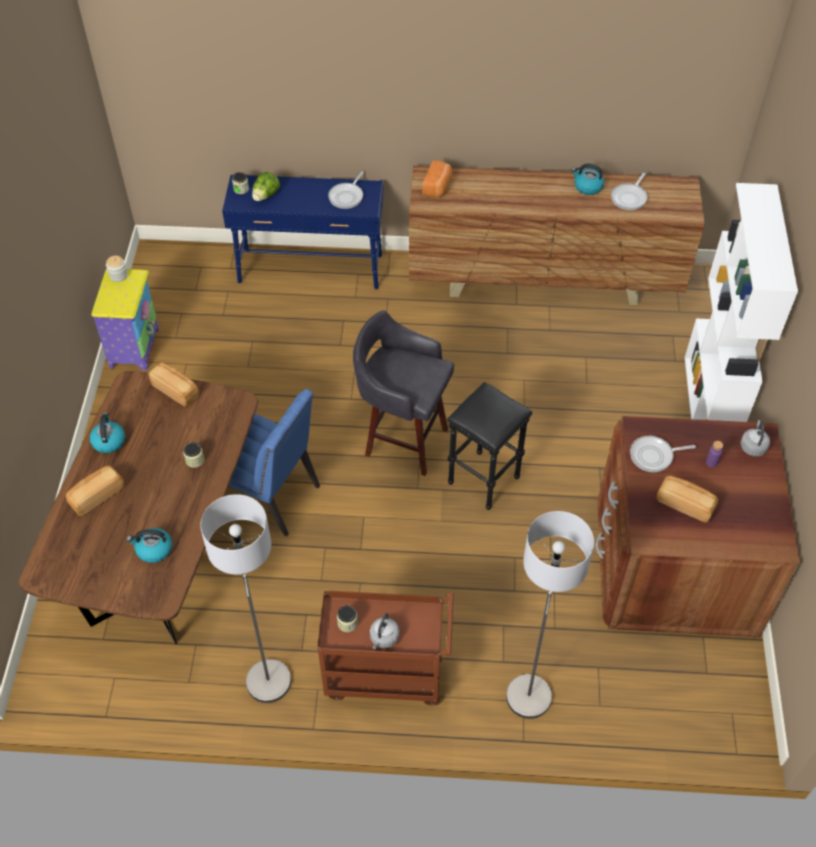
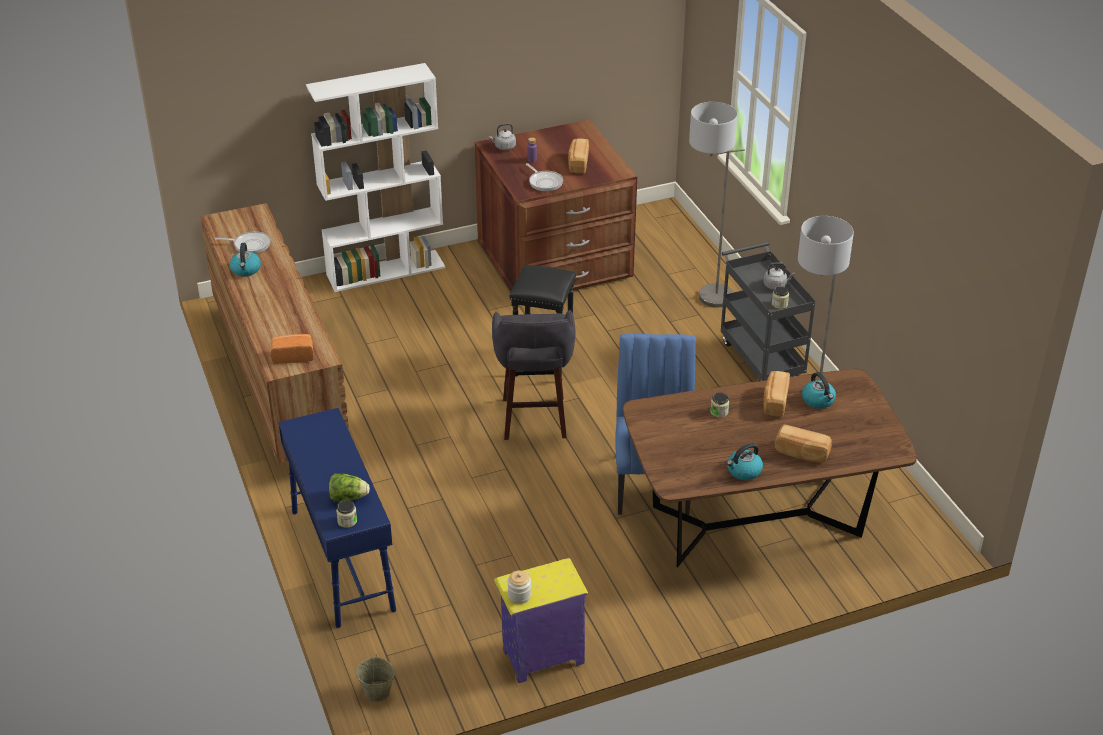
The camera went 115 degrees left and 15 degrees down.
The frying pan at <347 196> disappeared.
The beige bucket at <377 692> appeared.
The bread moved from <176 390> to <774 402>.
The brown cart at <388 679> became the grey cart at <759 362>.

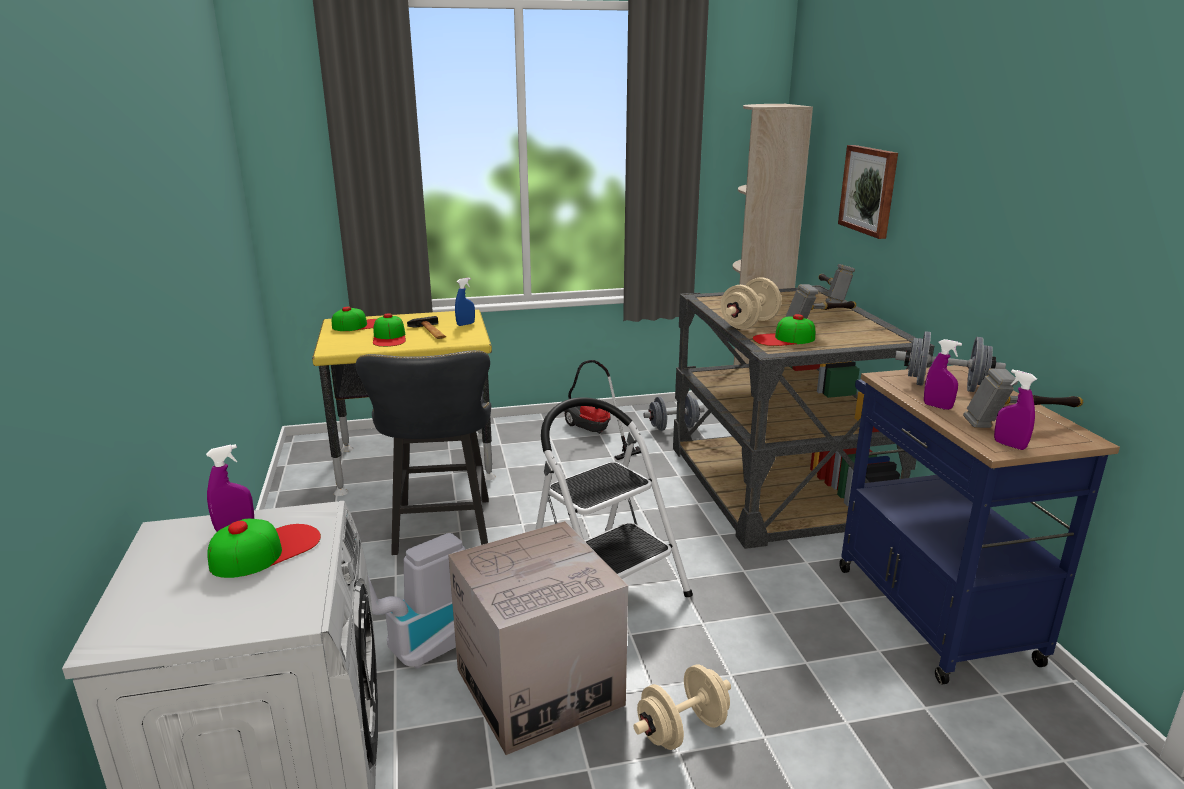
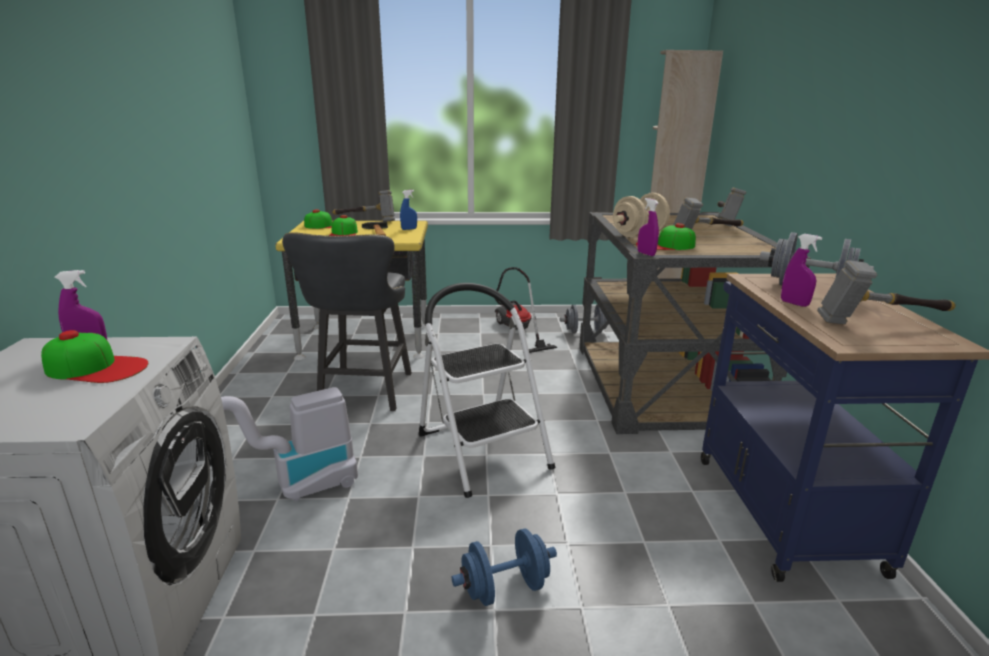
The camera went 10 degrees right and 0 degrees up.
The cardboard box at <539 687> disappeared.
The picture at <869 190> disappeared.
The hammer at <366 221> appeared.
The purple spray bottle moved from <1009 445> to <646 254>.
The beige dumbbell at <682 729> became the blue dumbbell at <505 588>.
The cap at <266 550> turned 45 degrees clockwise.

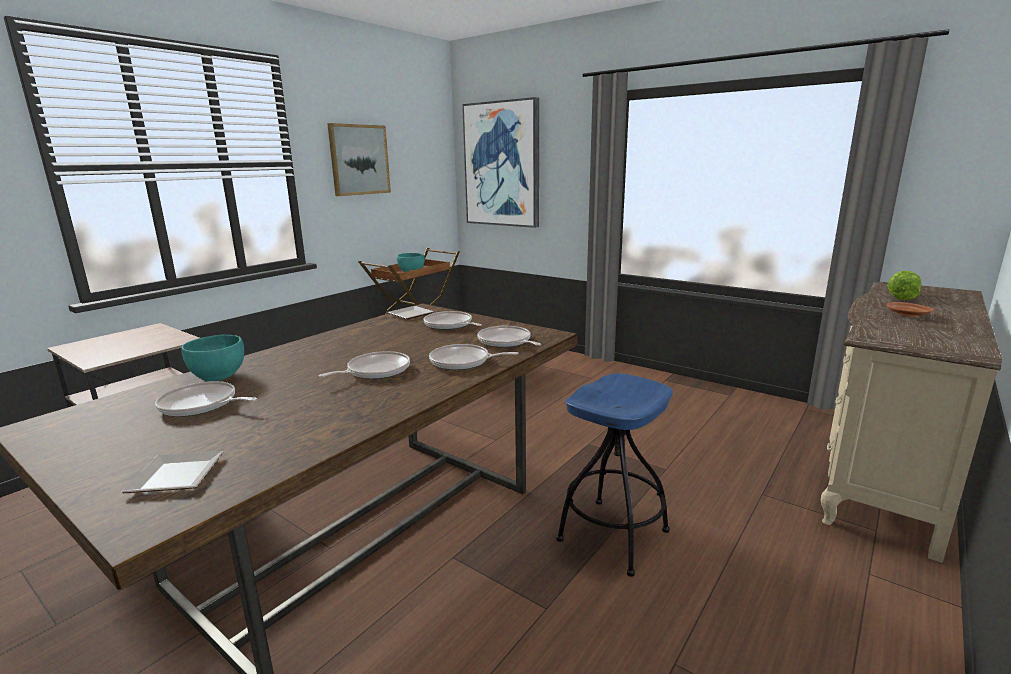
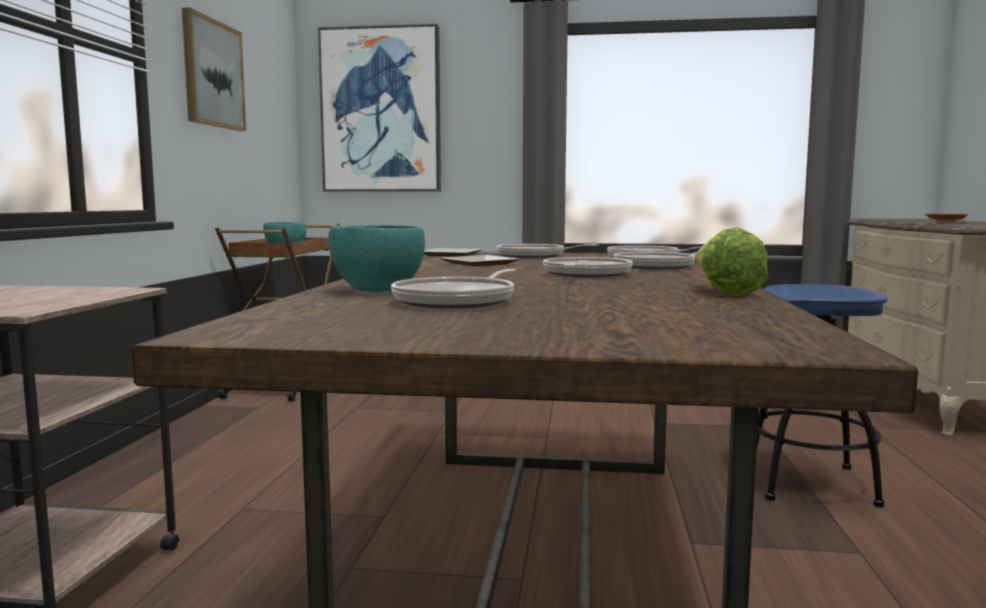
The camera went 30 degrees left and 10 degrees down.
The plate moved from <180 474> to <479 263>.
The lettuce moved from <899 297> to <723 292>.
The frying pan at <201 405> turned 45 degrees counterclockwise.

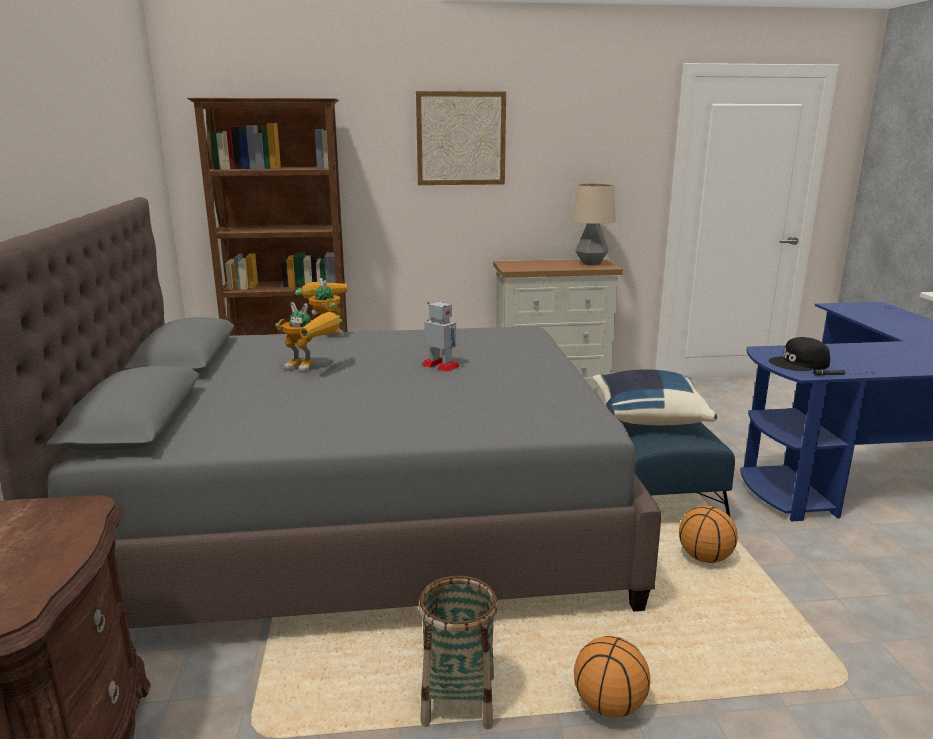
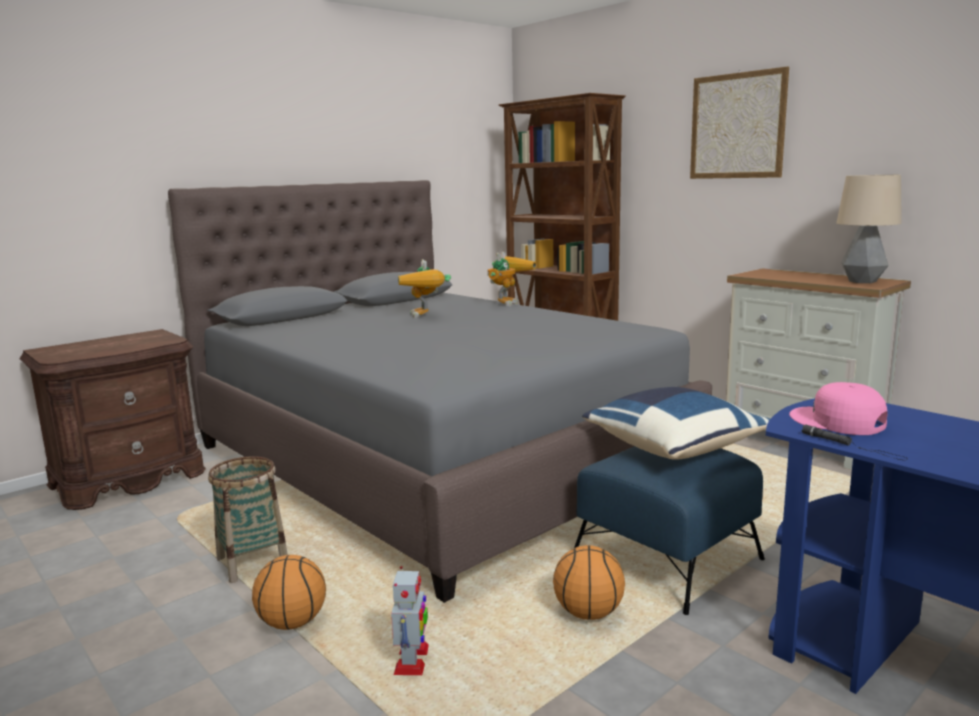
The camera went 55 degrees right and 5 degrees down.
The toy robot moved from <441 366> to <412 662>.
The black cap at <799 363> became the pink cap at <837 421>.

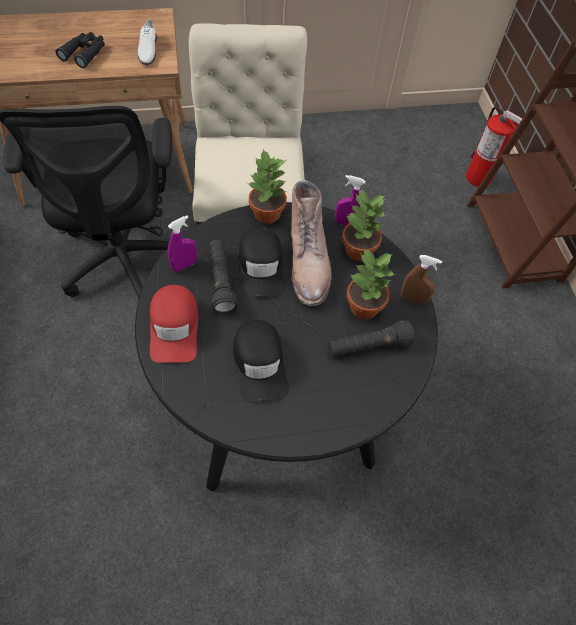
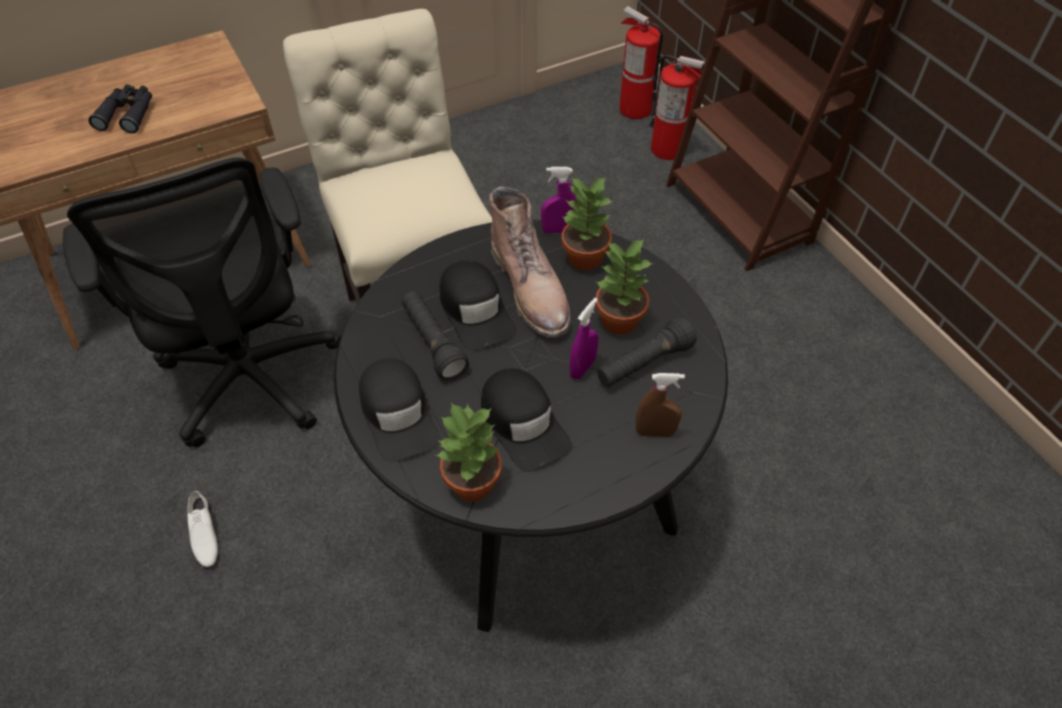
The camera went 15 degrees left and 5 degrees down.
The fire extinguisher at <634 109> appeared.
The white shoe moved from <148 50> to <204 534>.
The purple spray bottle moved from <184 265> to <582 368>.
The potted plant moved from <267 214> to <473 483>.
The brown spray bottle moved from <413 299> to <655 432>.
The red cap at <174 328> became the black cap at <398 414>.

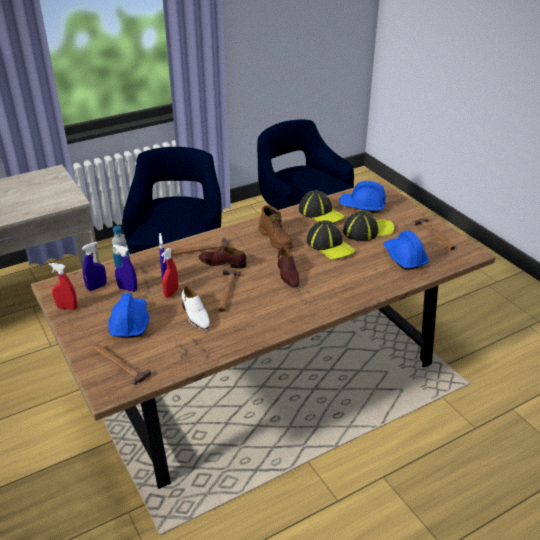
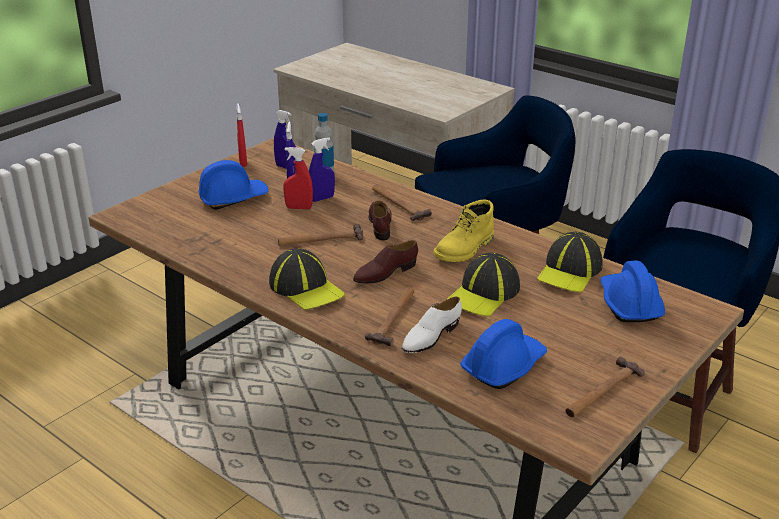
The camera went 70 degrees right and 5 degrees down.
The hammer moved from <119 364> to <394 318>.
The white shoe moved from <195 316> to <430 337>.
The cap moved from <367 230> to <306 288>.
The brown boot at <276 239> became the yellow boot at <465 249>.

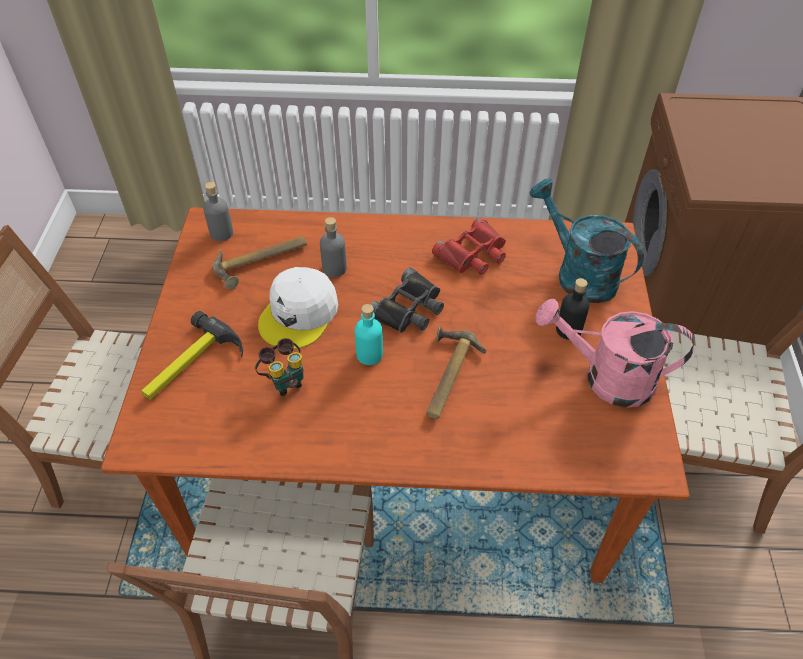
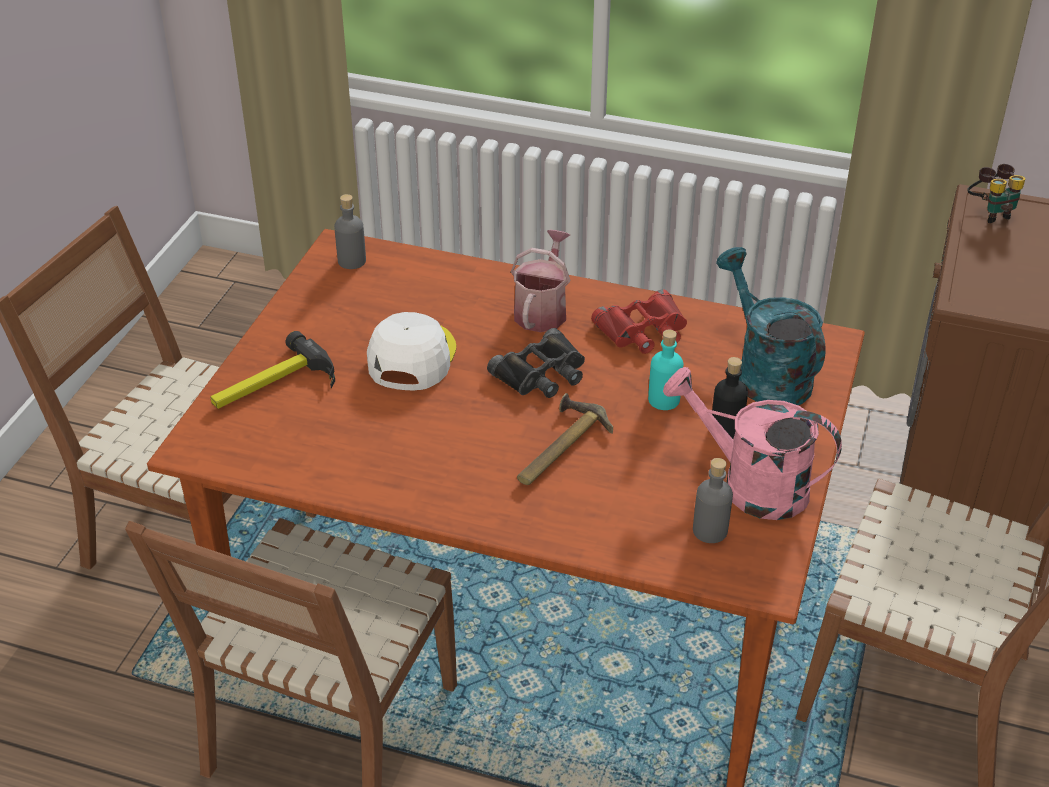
The camera went 15 degrees right and 10 degrees down.
The hammer at <262 262> disappeared.
The watering can at <542 310> appeared.
The binoculars moved from <284 380> to <991 213>.
The grey bottle moved from <334 268> to <710 531>.
The turquoise bottle moved from <369 354> to <664 400>.
The white cap at <299 314> turned 150 degrees clockwise.

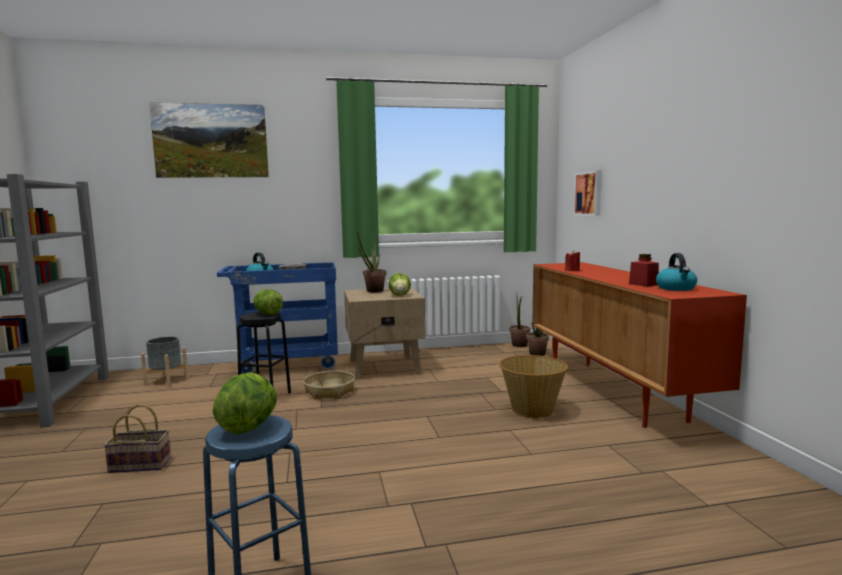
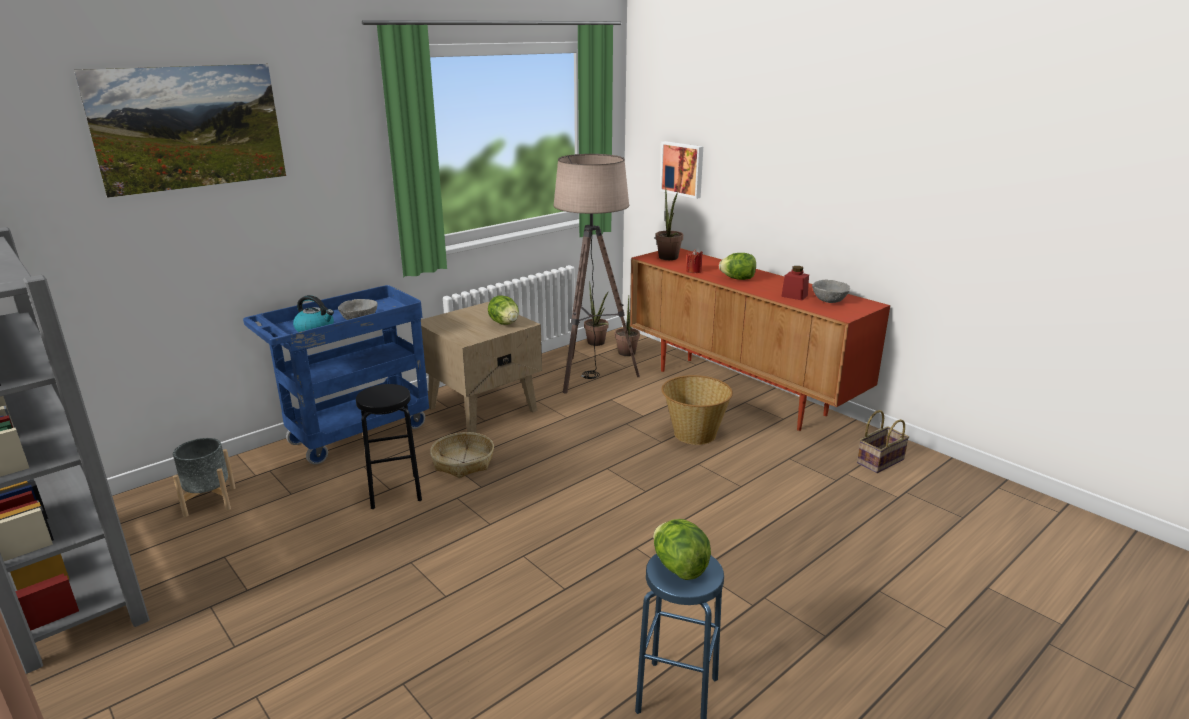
The camera went 30 degrees left and 15 degrees up.
The floor lamp at <591 375> appeared.
The basket moved from <142 464> to <880 460>.
The lettuce moved from <268 314> to <738 279>.
The potted plant moved from <373 291> to <669 259>.
The kettle at <676 288> was replaced by the grey bowl at <829 301>.

